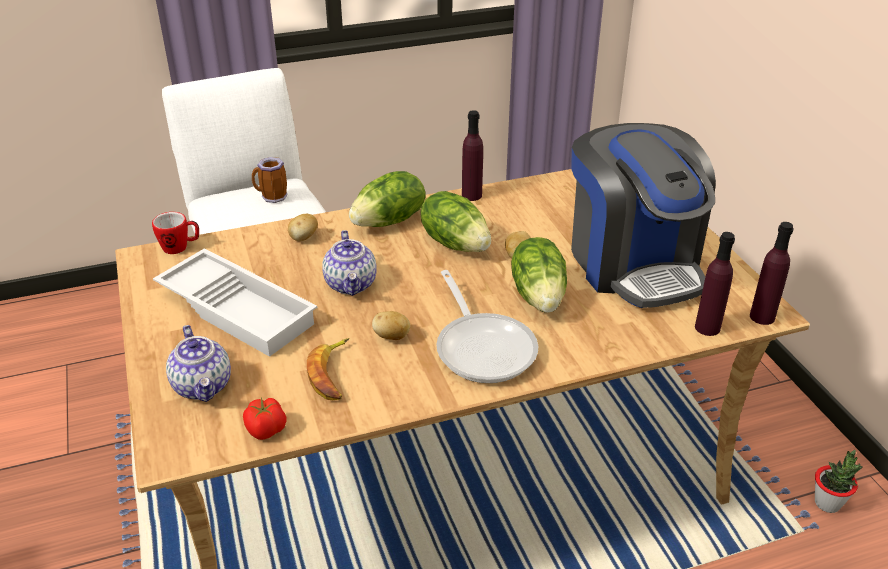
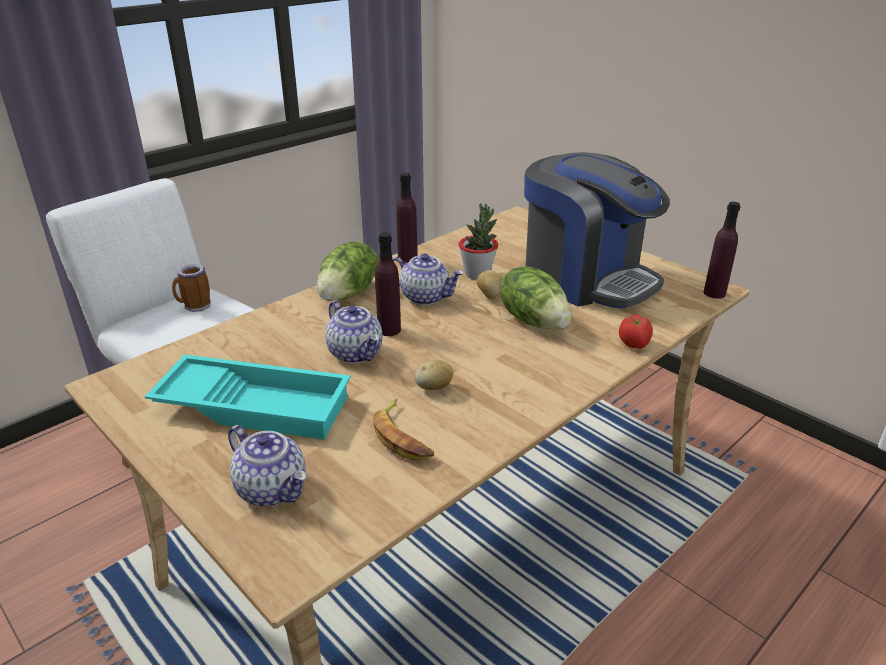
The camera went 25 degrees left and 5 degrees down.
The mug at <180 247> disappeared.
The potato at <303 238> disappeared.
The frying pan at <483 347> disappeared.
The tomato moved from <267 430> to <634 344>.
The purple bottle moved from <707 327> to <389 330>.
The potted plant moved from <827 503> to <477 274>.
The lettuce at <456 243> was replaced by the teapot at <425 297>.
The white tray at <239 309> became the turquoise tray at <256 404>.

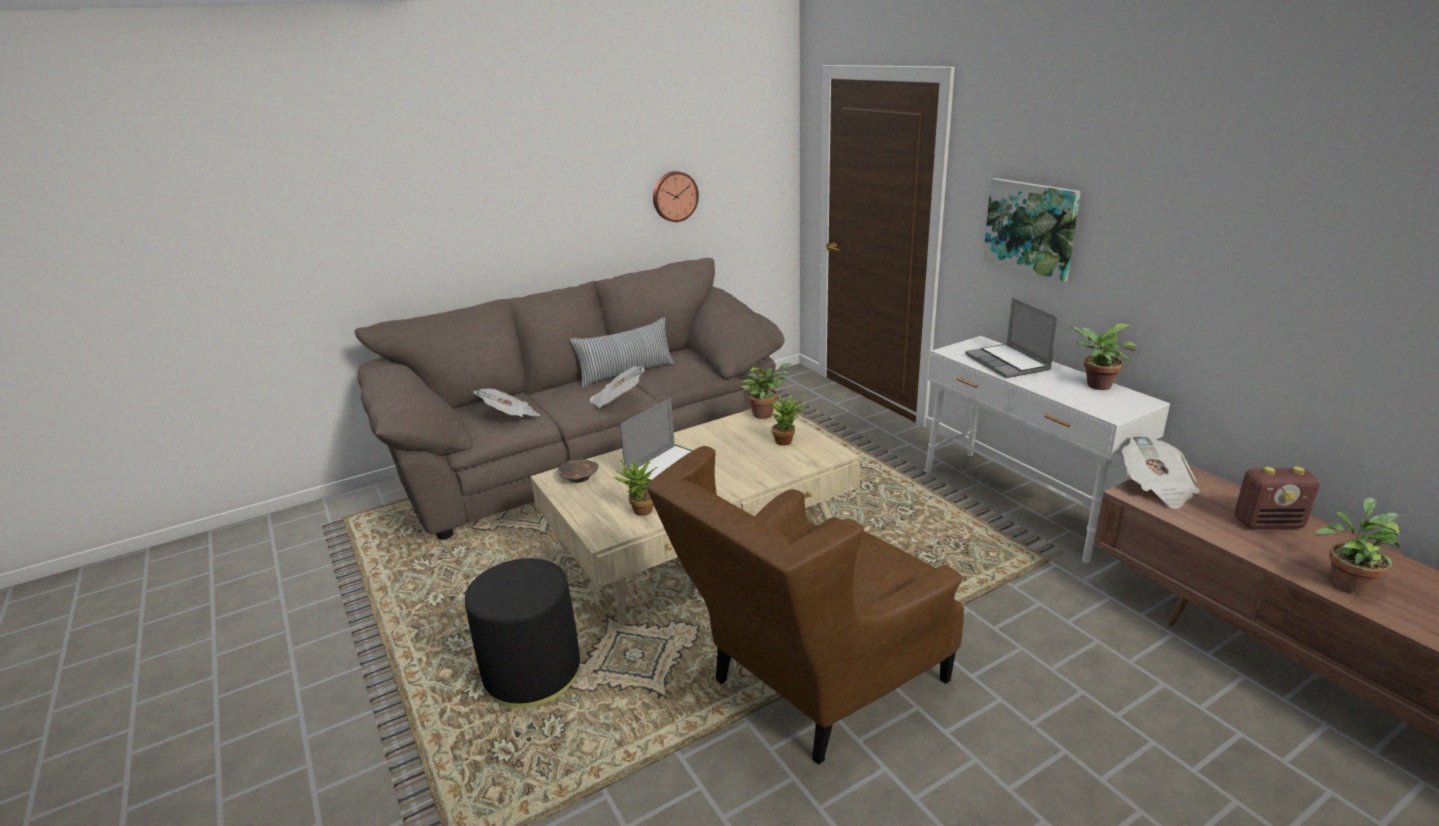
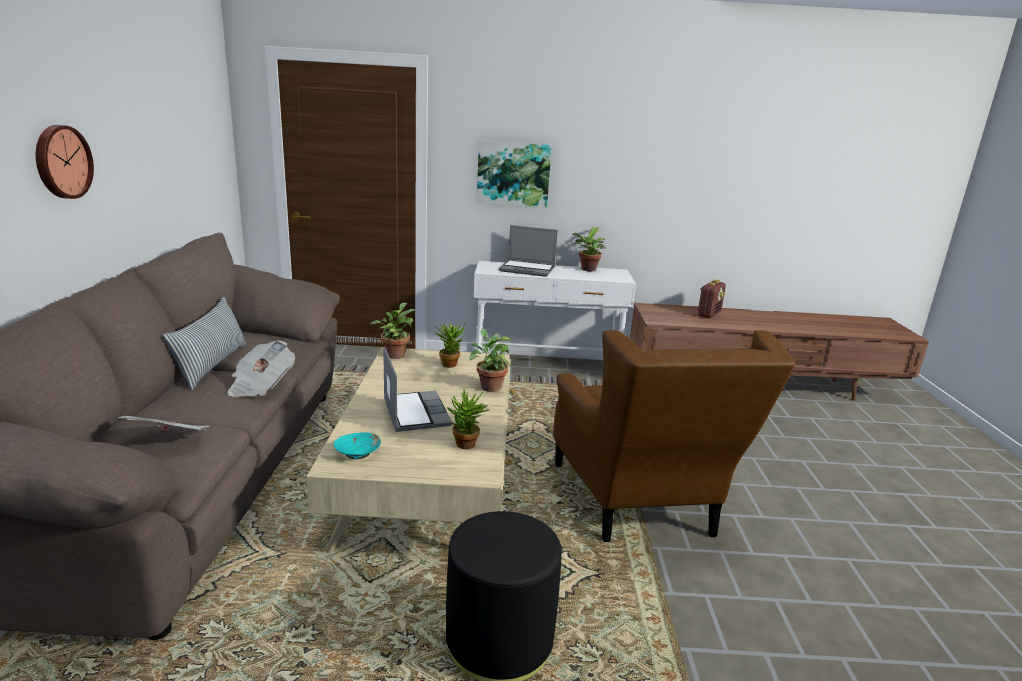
The camera went 60 degrees left and 5 degrees down.
The newspaper at <1156 488> disappeared.
The wall clock moved from <674 196> to <61 162>.
The potted plant moved from <1346 582> to <489 386>.
The brown bowl at <579 477> became the turquoise bowl at <358 453>.

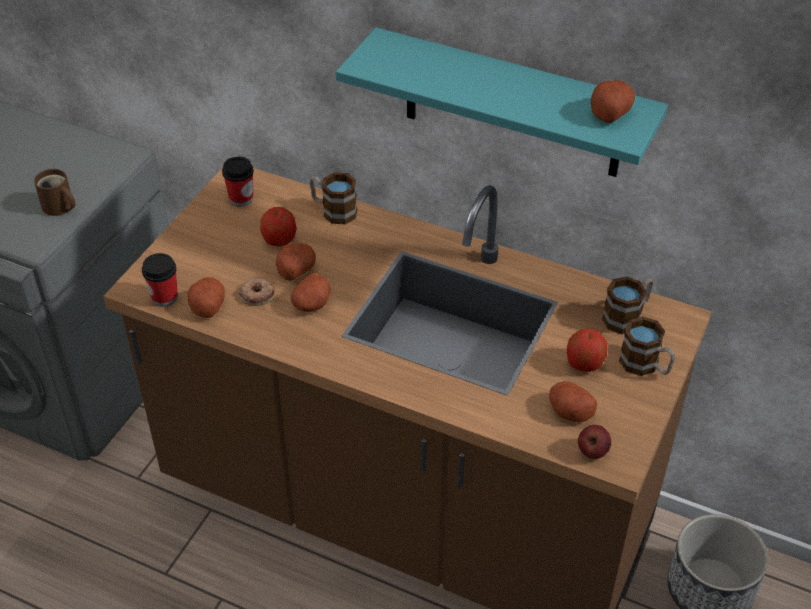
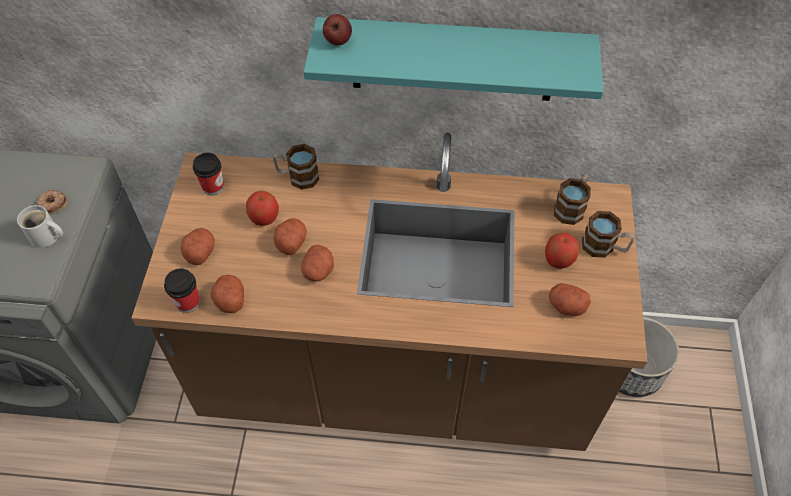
The camera went 20 degrees left and 10 degrees up.
The donut moved from <257 294> to <52 204>.
The apple moved from <592 451> to <338 41>.
The potato moved from <610 112> to <200 252>.
The brown mug at <59 207> became the white mug at <46 237>.

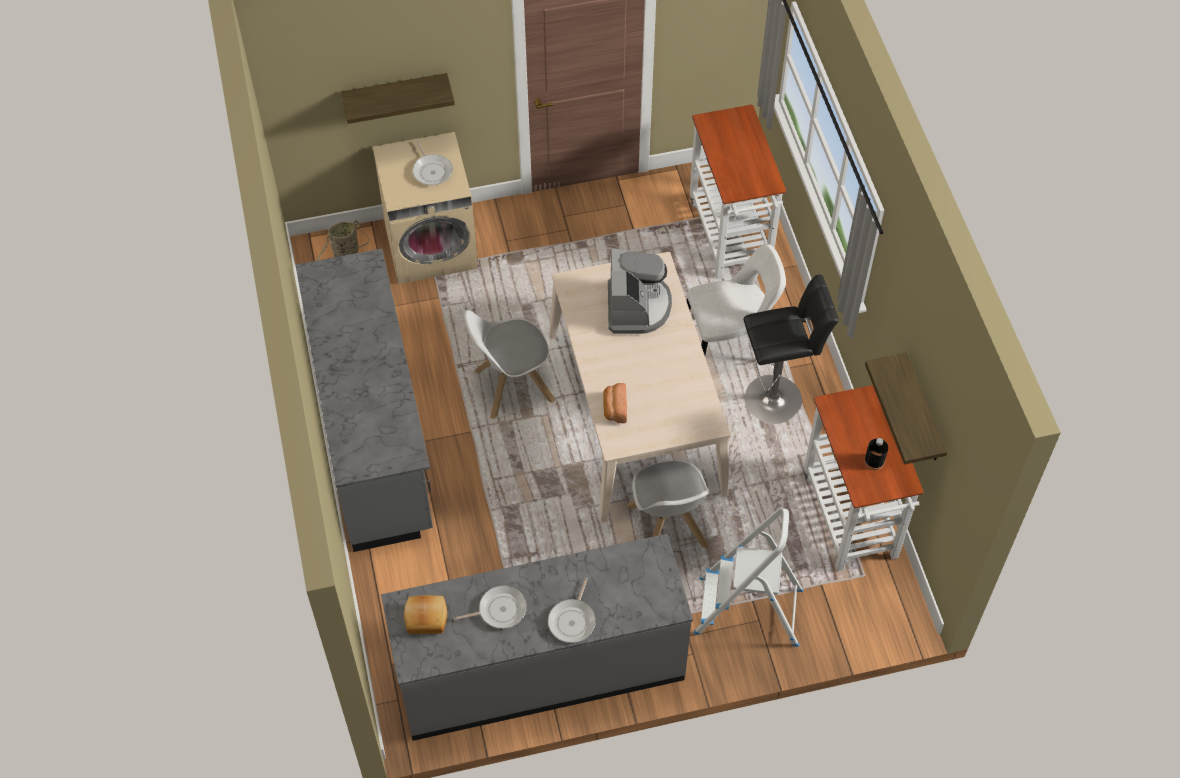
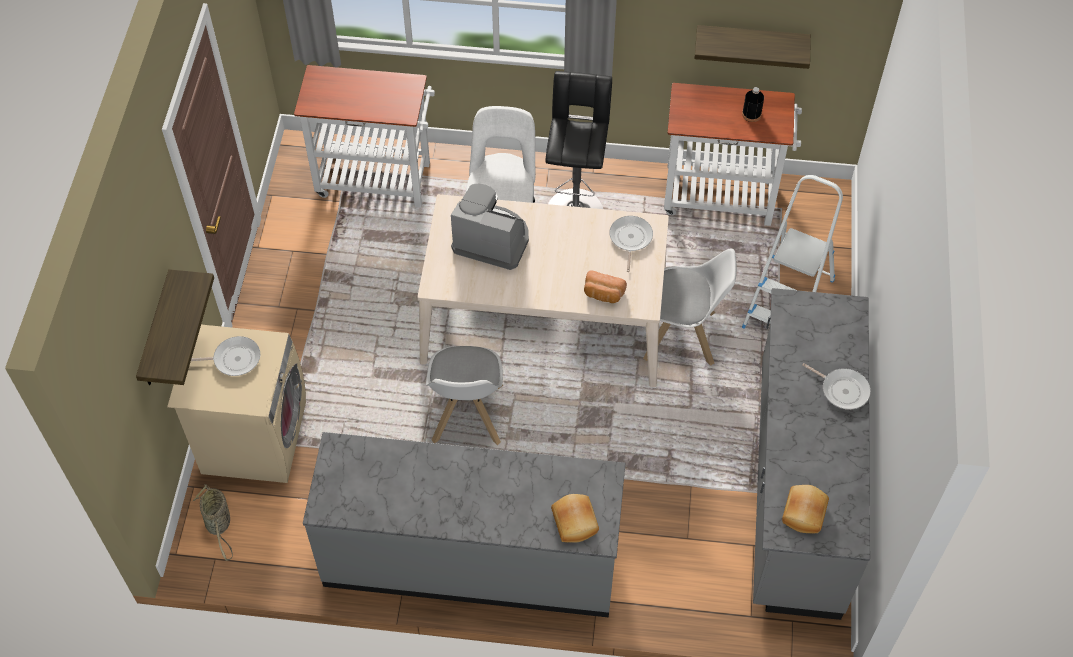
The camera went 70 degrees left and 0 degrees up.
The bread at <575 522> appeared.
The frying pan moved from <499 610> to <630 239>.

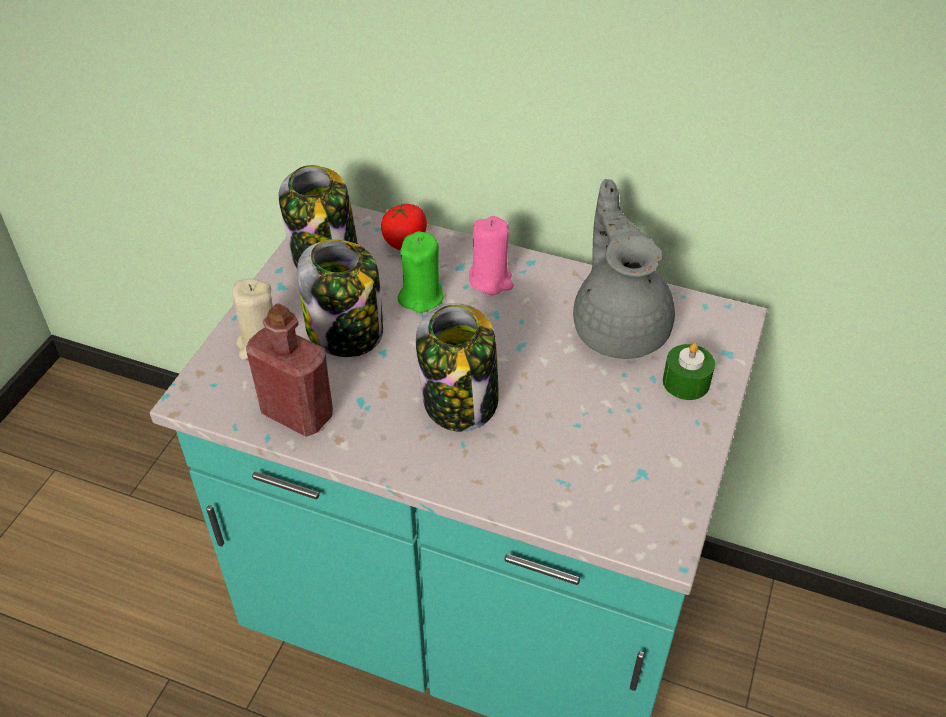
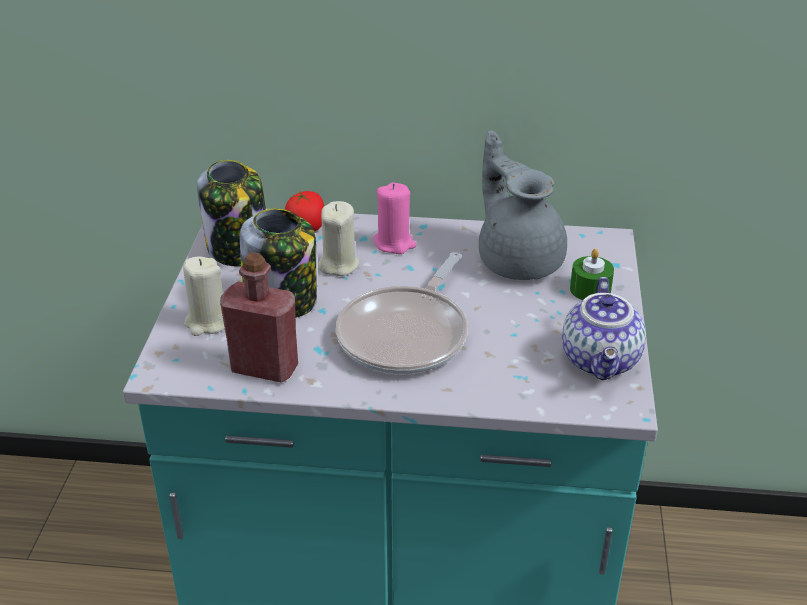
The camera went 15 degrees left and 10 degrees down.
The teapot at <602 361> appeared.
The jar at <460 401> was replaced by the frying pan at <407 334>.
The green candle at <421 297> became the beige candle at <338 264>.

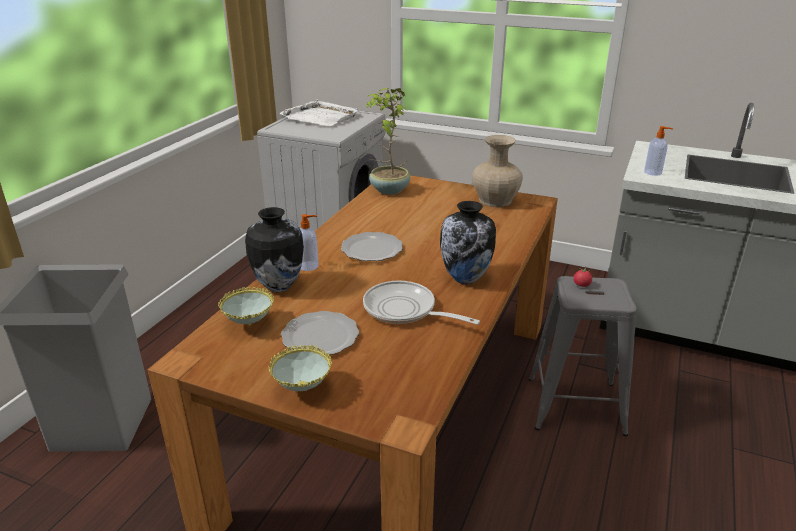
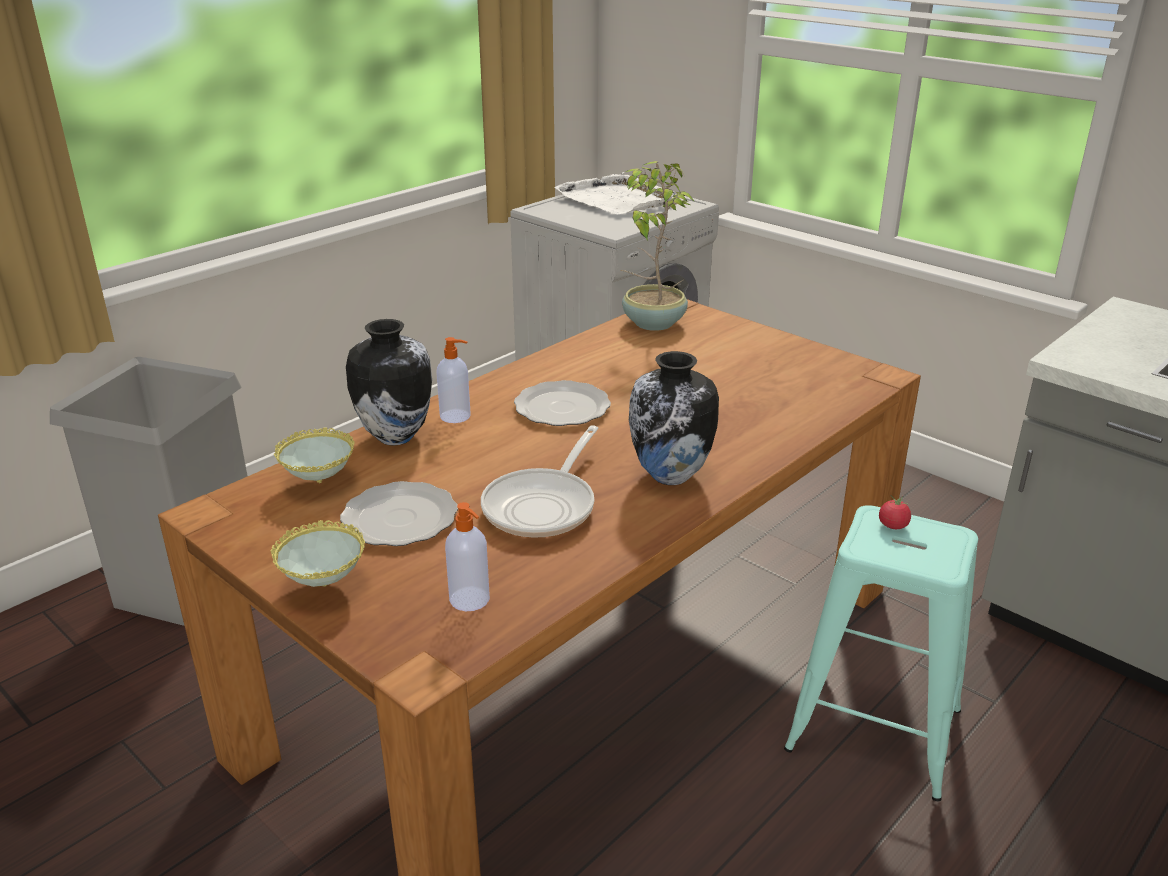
The camera went 20 degrees right and 0 degrees up.
The beige vase at <495 200> disappeared.
The soap dispenser moved from <653 172> to <470 600>.
The grey stool at <575 406> became the turquoise stool at <874 729>.
The frying pan at <405 310> turned 120 degrees counterclockwise.

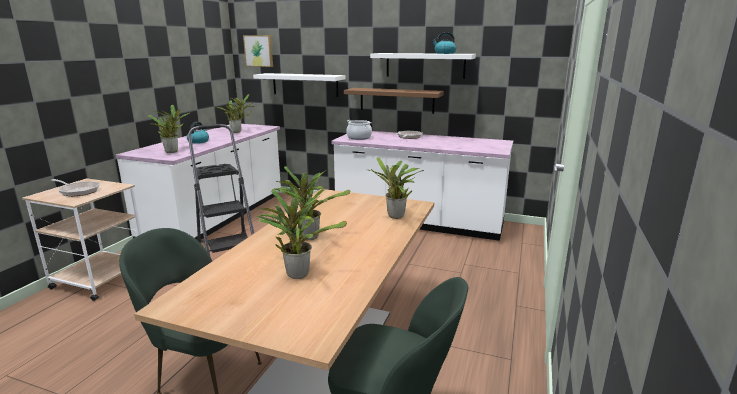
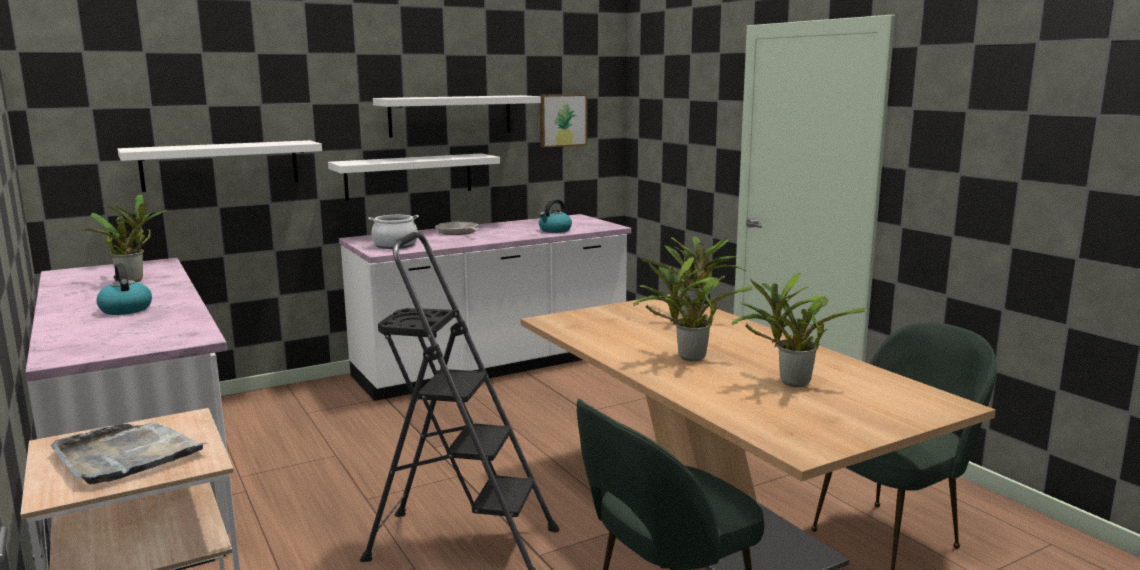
The camera went 50 degrees left and 5 degrees down.
The potted plant at <172 151> disappeared.
The picture moved from <259 51> to <562 120>.
The kettle moved from <444 53> to <555 230>.
The frying pan at <78 191> was replaced by the grey tray at <127 455>.
The brown shelf at <396 100> became the white shelf at <409 176>.

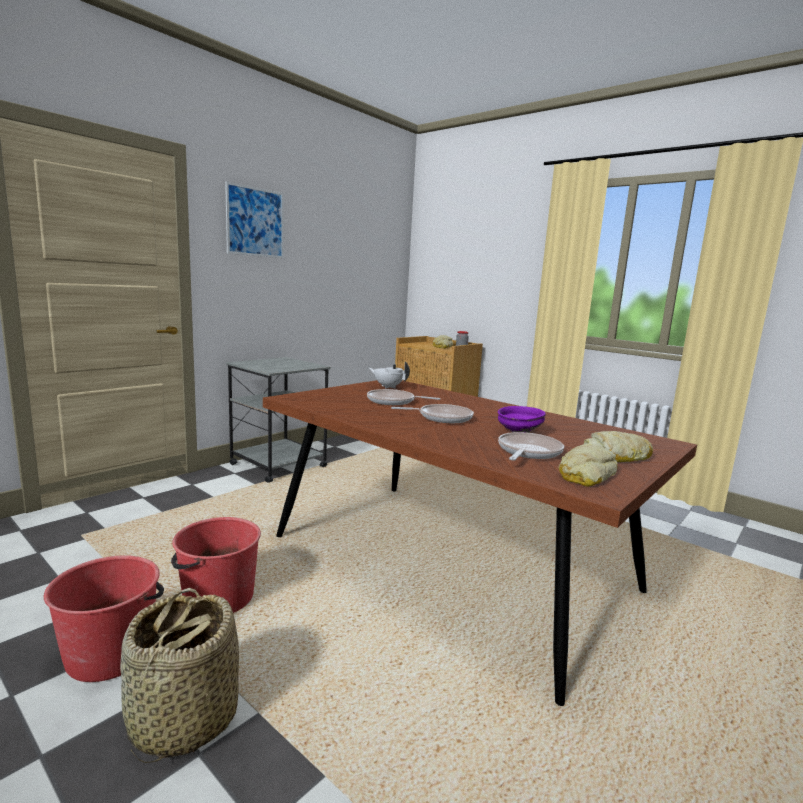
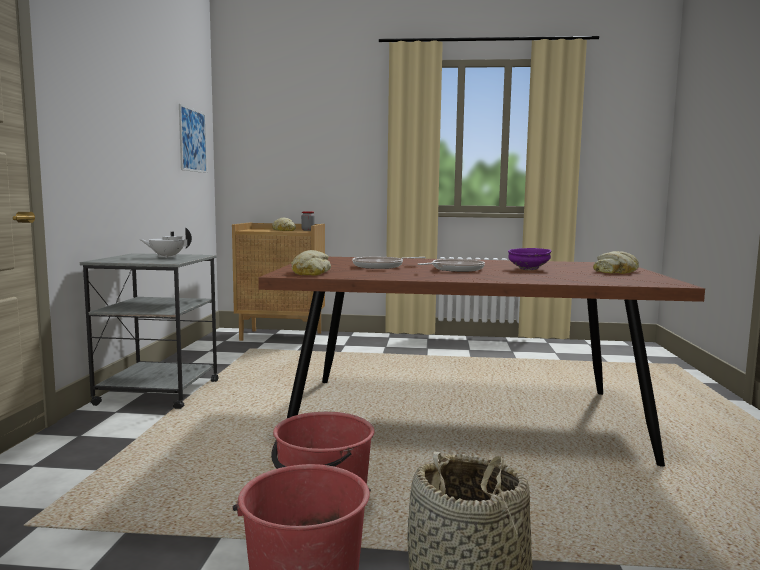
The camera went 35 degrees left and 5 degrees down.
The frying pan at <528 452> disappeared.
The picture moved from <255 222> to <193 140>.
The white teapot moved from <388 387> to <167 257>.
The bread moved from <585 474> to <310 272>.

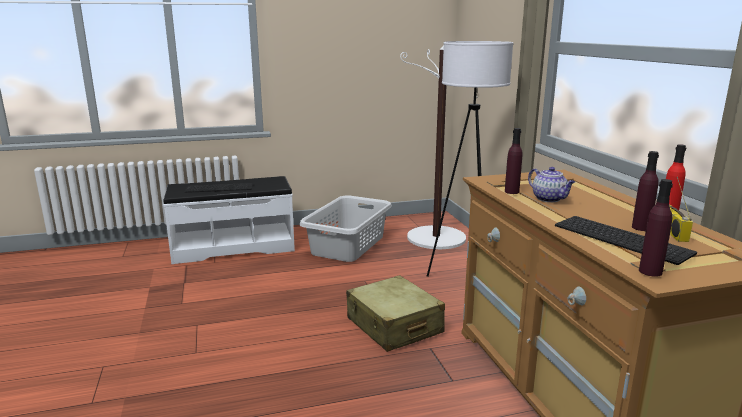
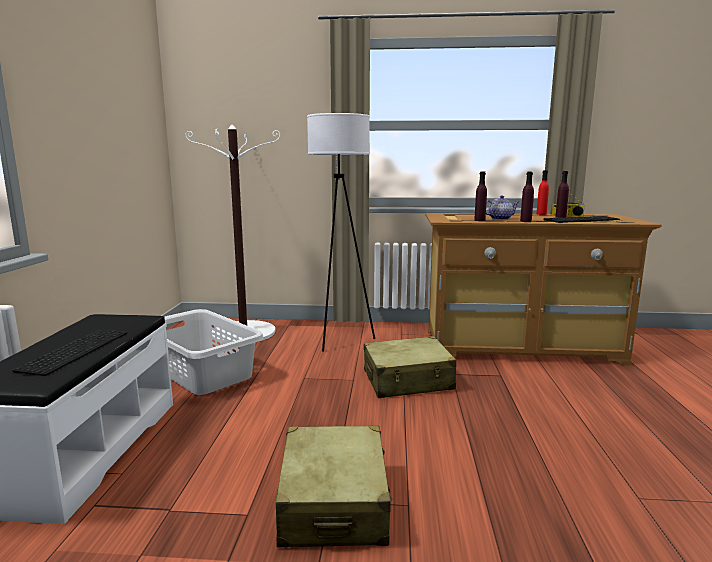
The camera went 70 degrees left and 5 degrees down.
The beige suitcase at <334 502> appeared.
The purple bottle moved from <650 272> to <525 221>.

